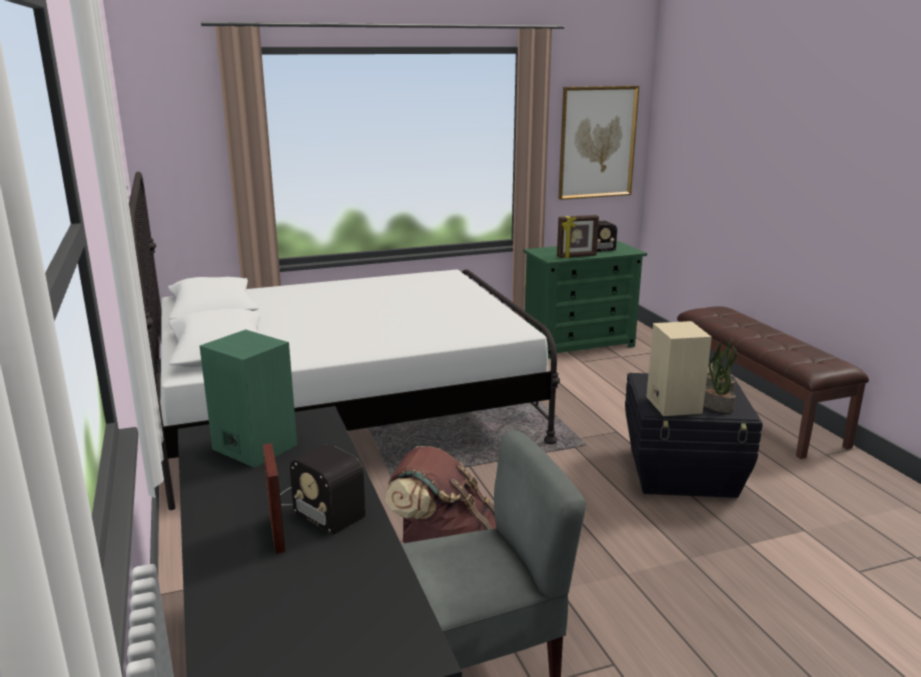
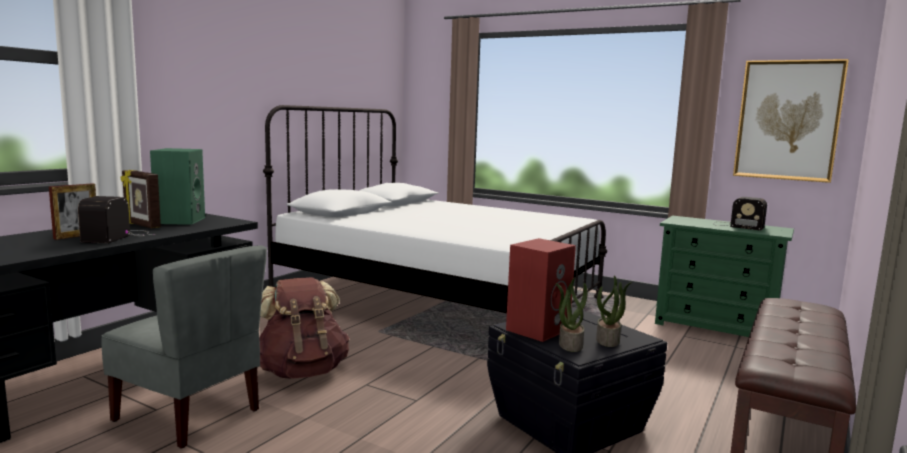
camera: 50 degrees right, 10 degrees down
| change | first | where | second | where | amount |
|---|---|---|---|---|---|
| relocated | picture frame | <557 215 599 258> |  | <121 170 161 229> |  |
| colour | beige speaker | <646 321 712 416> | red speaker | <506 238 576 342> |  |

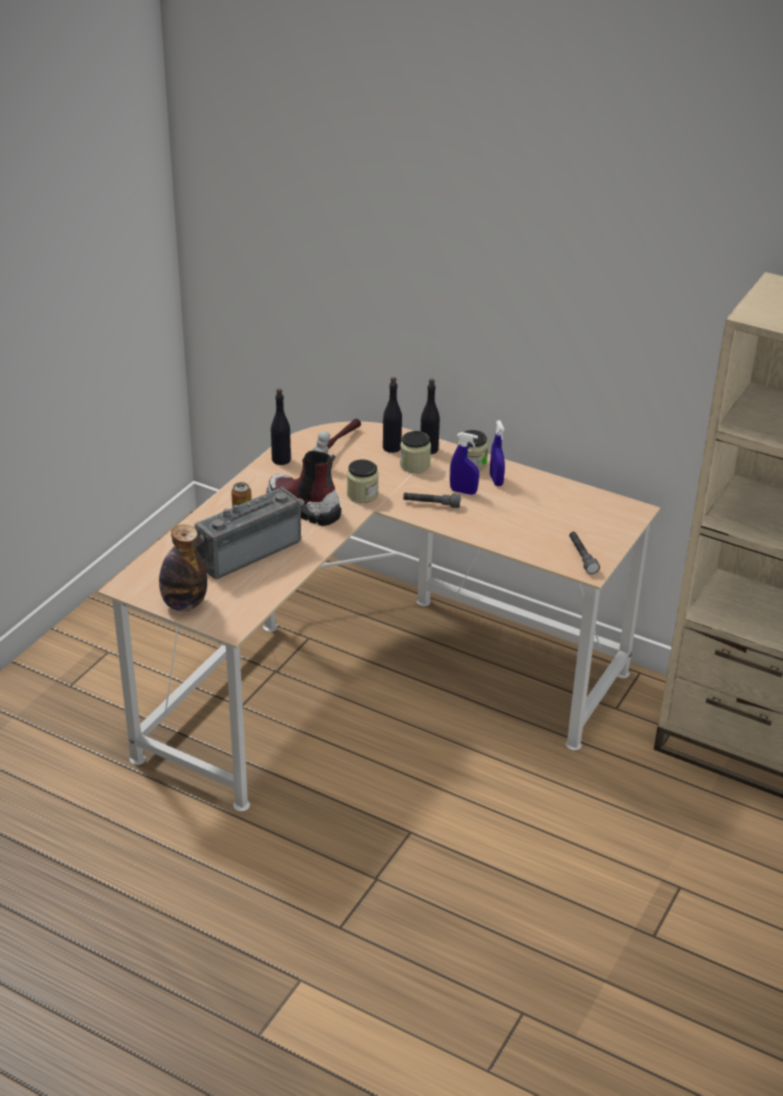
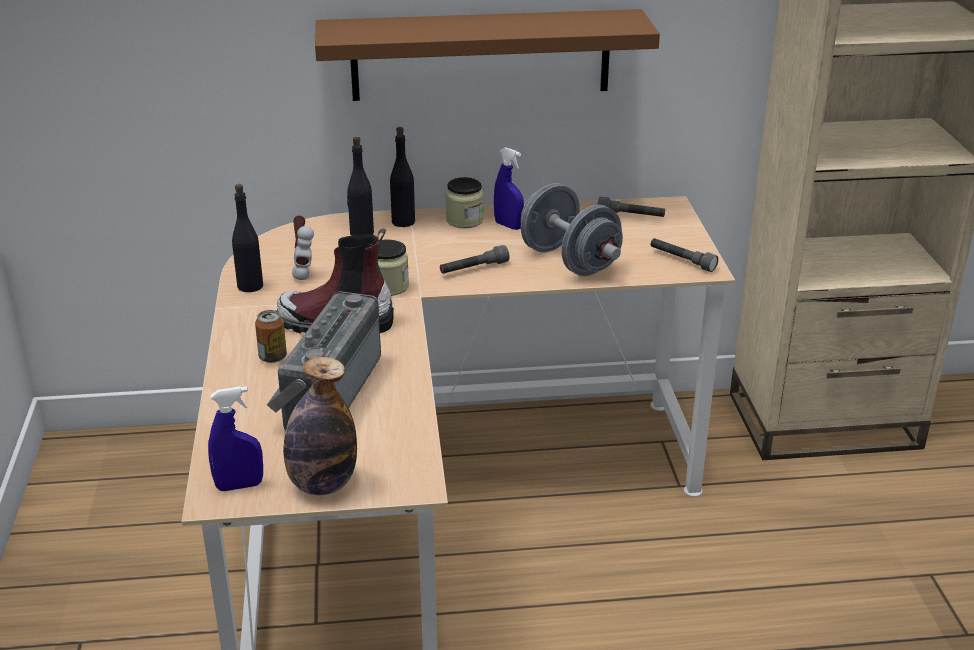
camera: 35 degrees left, 5 degrees down
| change | first | where | second | where | amount |
|---|---|---|---|---|---|
| missing | jar | <400 431 431 473> |  |  |  |
| relocated | blue spray bottle | <450 432 479 495> |  | <208 386 263 491> |  |
| appeared |  |  | brown shelf | <315 9 660 101> |  |
| appeared |  |  | grey dumbbell | <521 183 623 276> |  |
| appeared |  |  | grey flashlight | <597 197 665 217> |  |

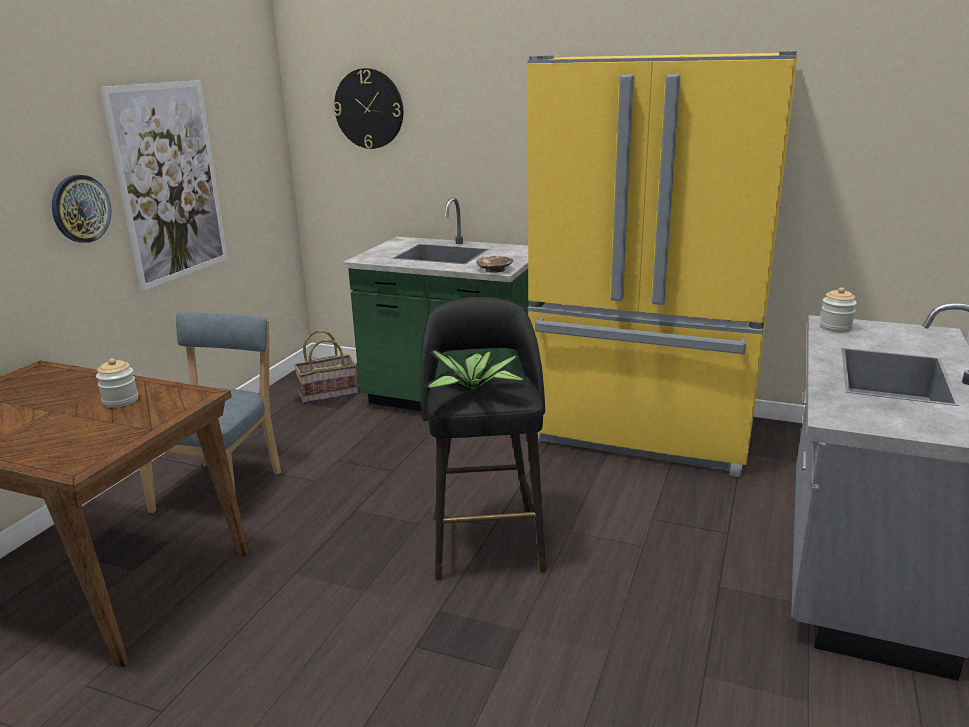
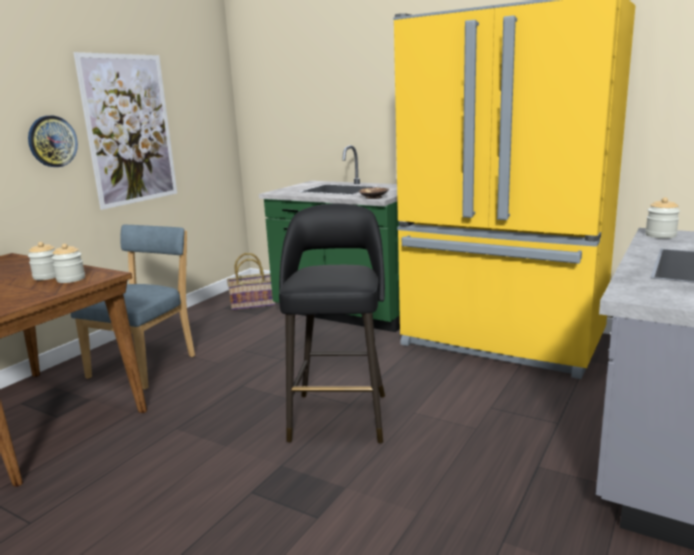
camera: 10 degrees right, 5 degrees down
| change | first | where | second | where | amount |
|---|---|---|---|---|---|
| missing | wall clock | <333 68 403 149> |  |  |  |
| missing | potted plant | <423 349 527 393> |  |  |  |
| appeared |  |  | jar | <52 244 85 283> |  |

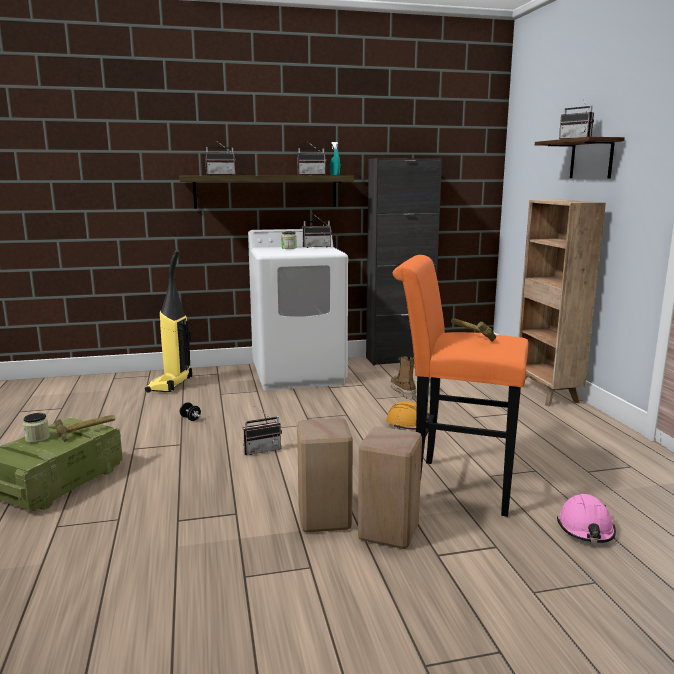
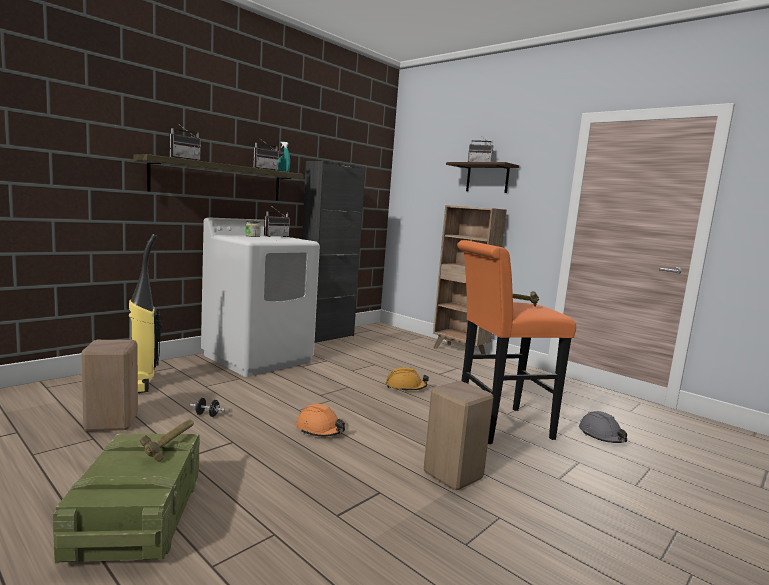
camera: 35 degrees left, 5 degrees down
| change | first | where | second | where | amount |
|---|---|---|---|---|---|
| missing | jar | <23 413 50 443> |  |  |  |
| exchanged | radio | <243 406 282 455> | orange hard hat | <296 404 345 437> |  |
| relocated | beige stool | <358 426 422 549> |  | <81 340 138 431> |  |
| missing | boot | <391 356 417 399> |  |  |  |
| colour | pink hard hat | <557 494 616 543> | grey hard hat | <579 411 627 443> |  |

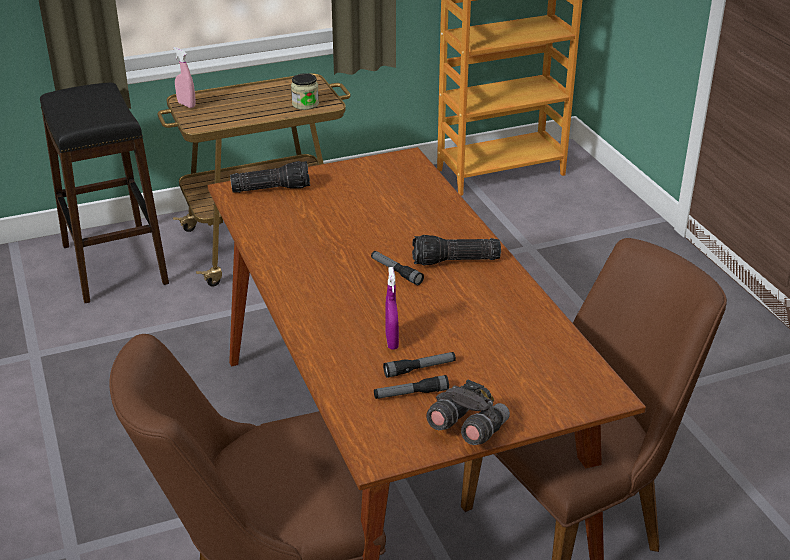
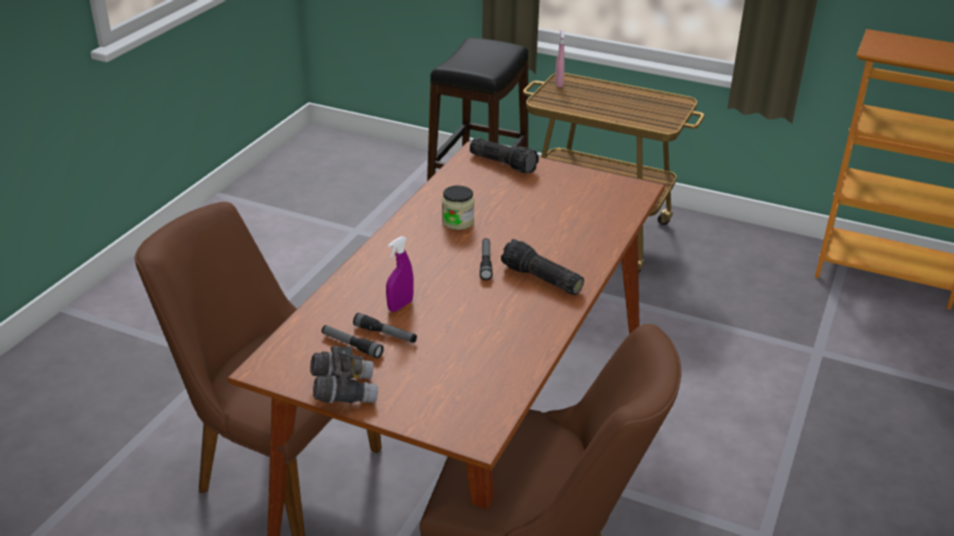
camera: 45 degrees right, 0 degrees up
| change | first | where | second | where | amount |
|---|---|---|---|---|---|
| relocated | jar | <291 73 319 110> |  | <442 186 474 230> |  |

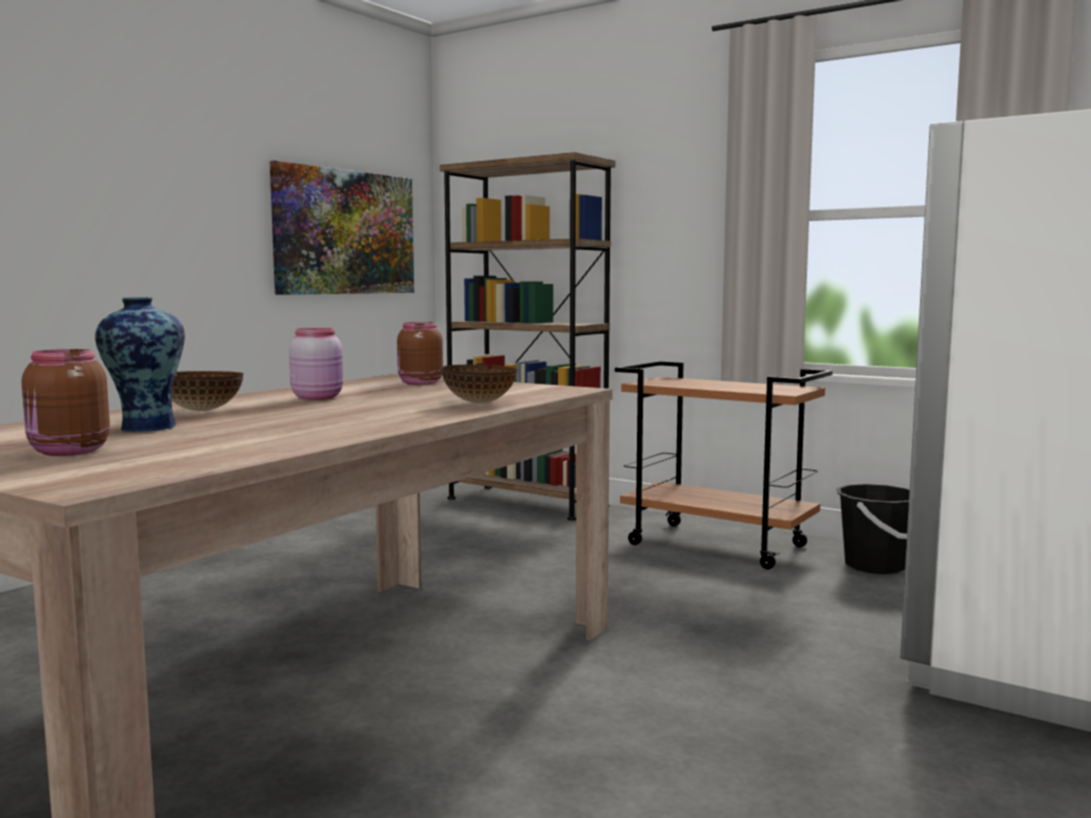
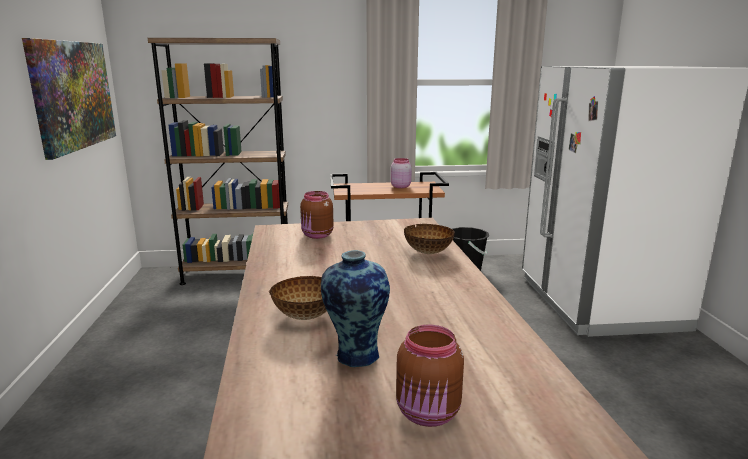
camera: 40 degrees left, 10 degrees up
| change | first | where | second | where | amount |
|---|---|---|---|---|---|
| relocated | pink jar | <289 328 343 400> |  | <391 158 412 188> |  |

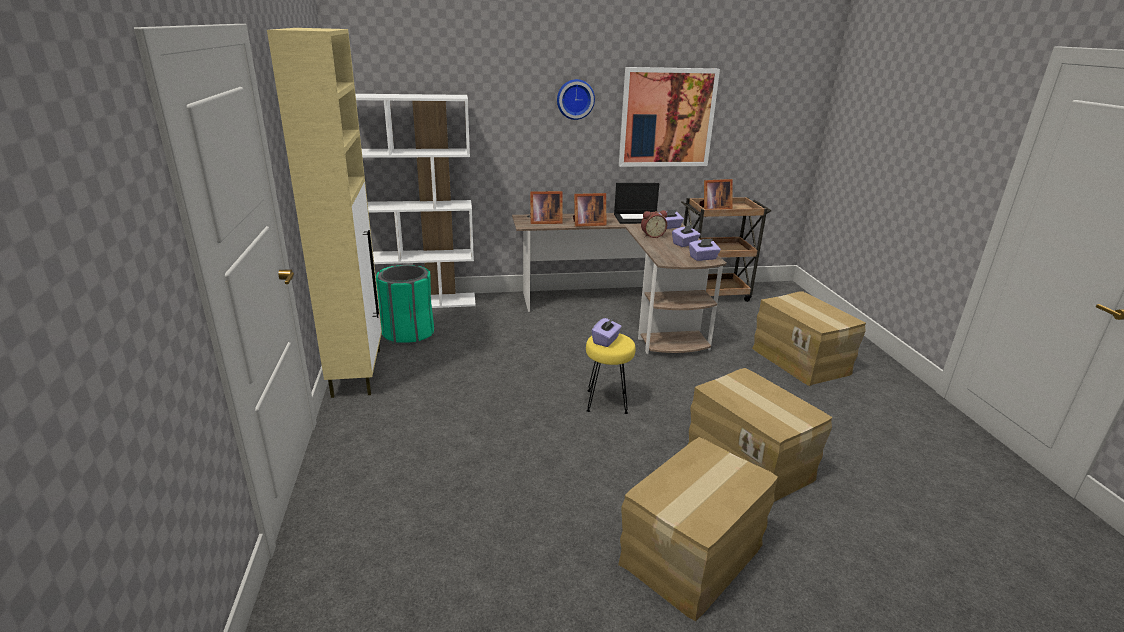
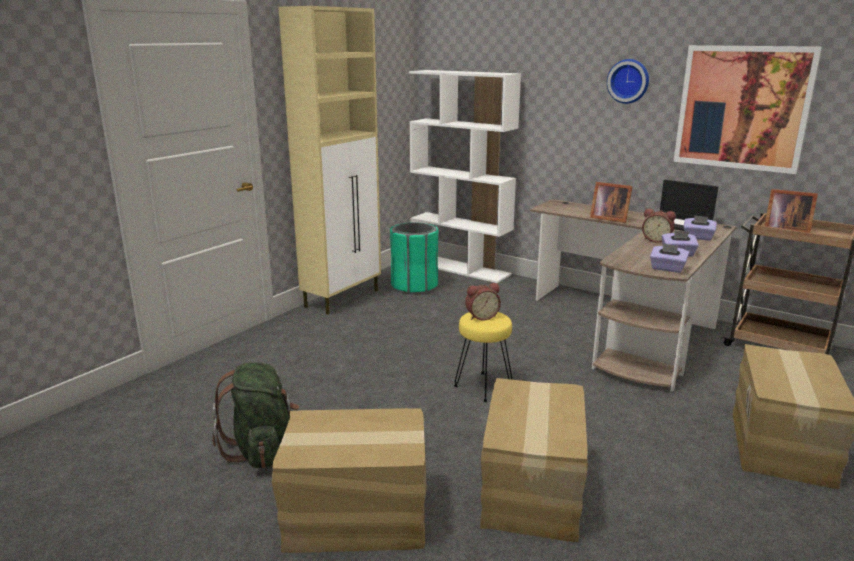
camera: 45 degrees right, 5 degrees down
| change | first | where | second | where | amount |
|---|---|---|---|---|---|
| missing | picture frame | <530 191 563 224> |  |  |  |
| exchanged | purple tissue box | <592 317 622 347> | alarm clock | <465 283 501 321> |  |
| appeared |  |  | green backpack | <212 362 299 468> |  |

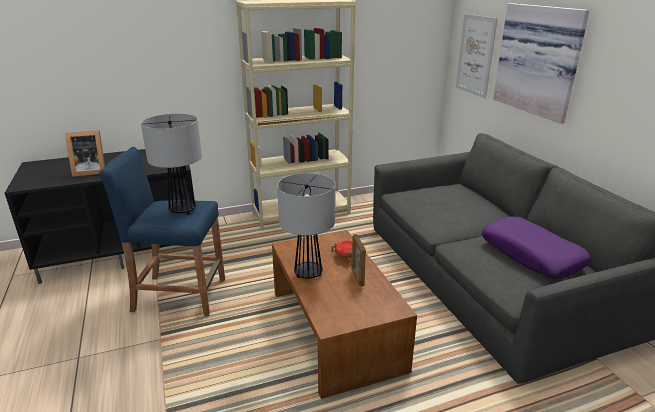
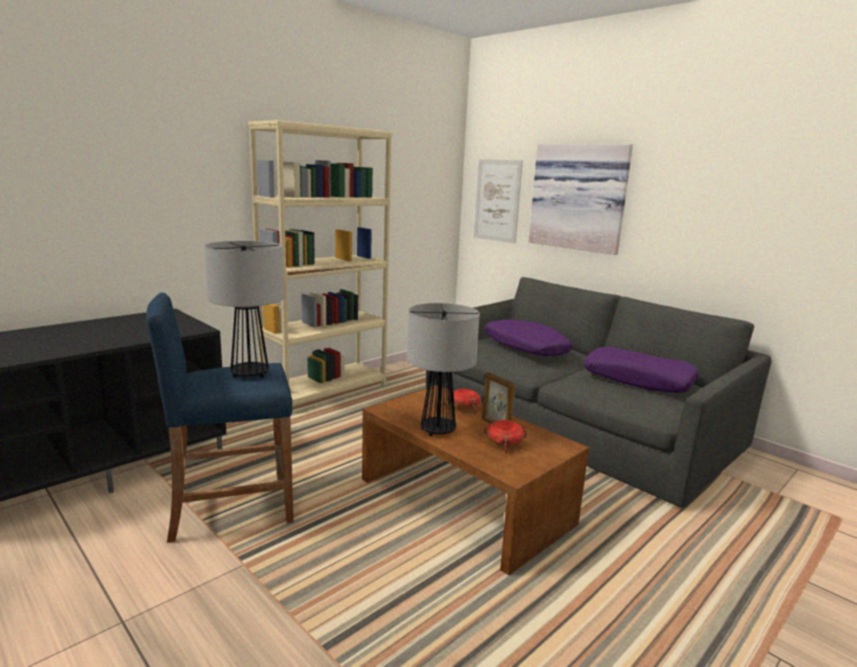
camera: 25 degrees left, 10 degrees down
| change | first | where | second | where | amount |
|---|---|---|---|---|---|
| missing | picture frame | <65 130 105 177> |  |  |  |
| appeared |  |  | red bowl | <484 420 527 455> |  |
| appeared |  |  | purple pillow | <485 320 572 356> |  |

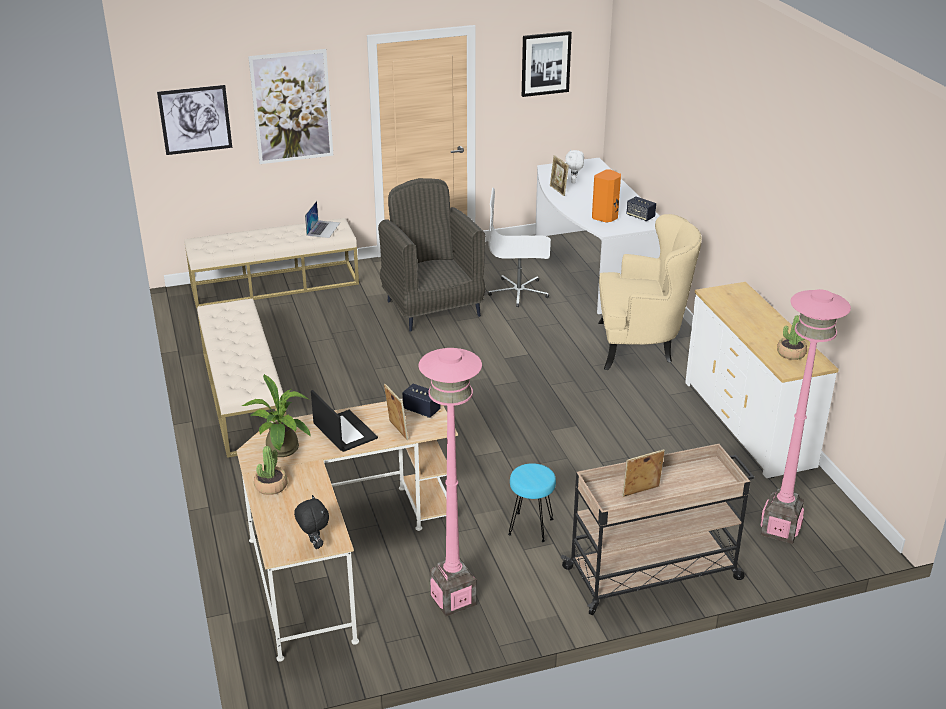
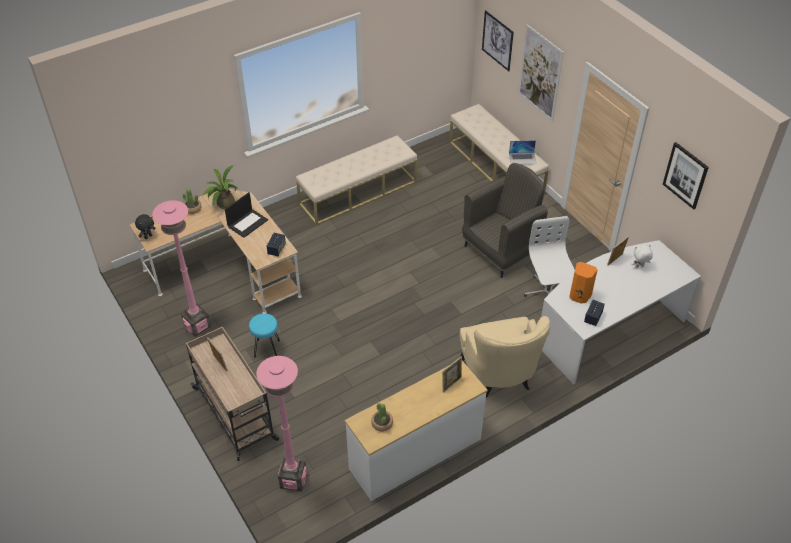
camera: 75 degrees right, 15 degrees up
| change | first | where | second | where | amount |
|---|---|---|---|---|---|
| relocated | picture frame | <384 384 408 440> |  | <442 357 462 393> |  |

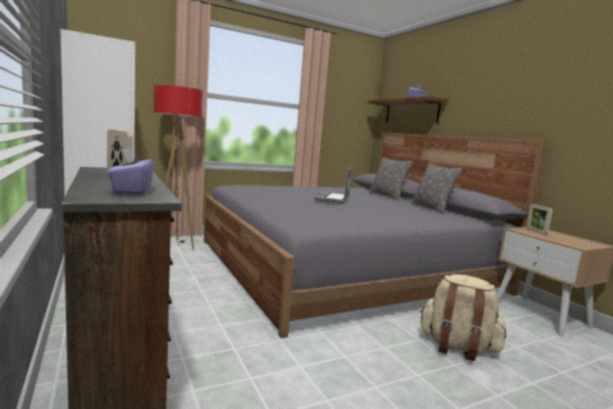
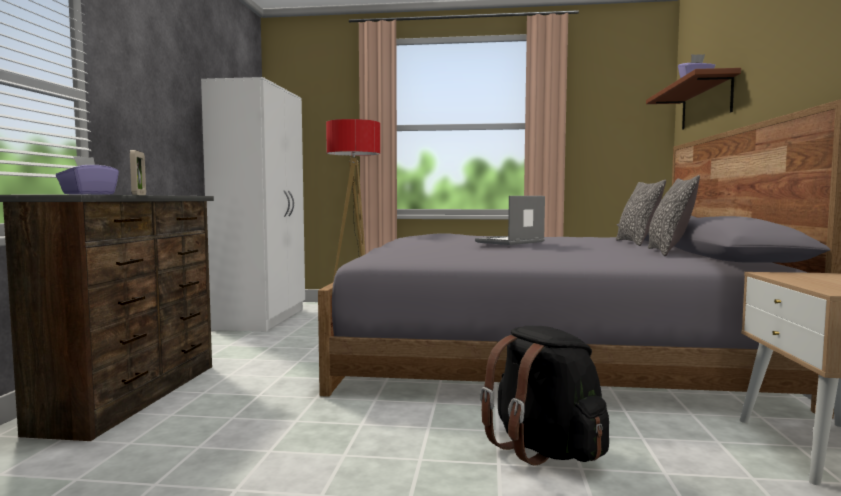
camera: 35 degrees right, 5 degrees down
| change | first | where | second | where | amount |
|---|---|---|---|---|---|
| colour | beige backpack | <420 274 506 361> | black backpack | <480 326 609 466> |  |
| missing | picture frame | <526 204 553 235> |  |  |  |

